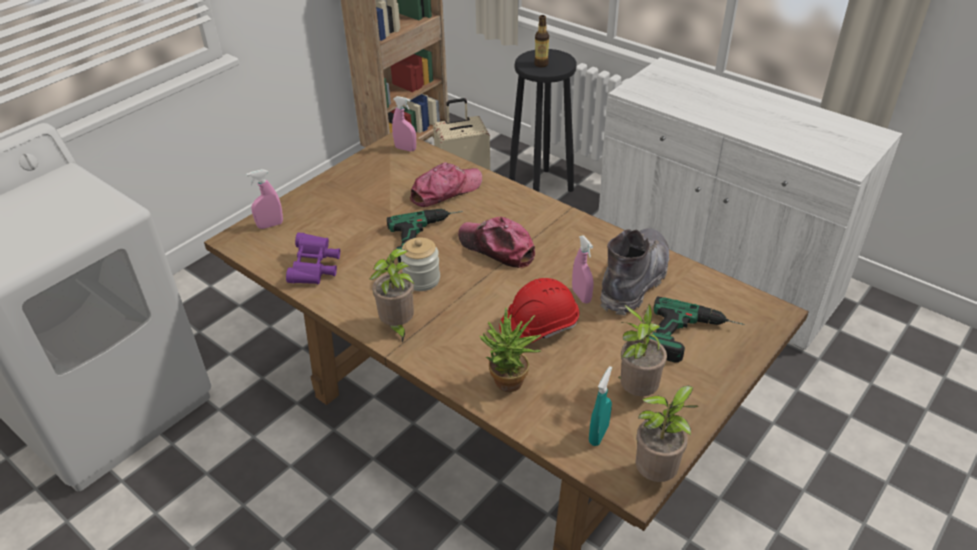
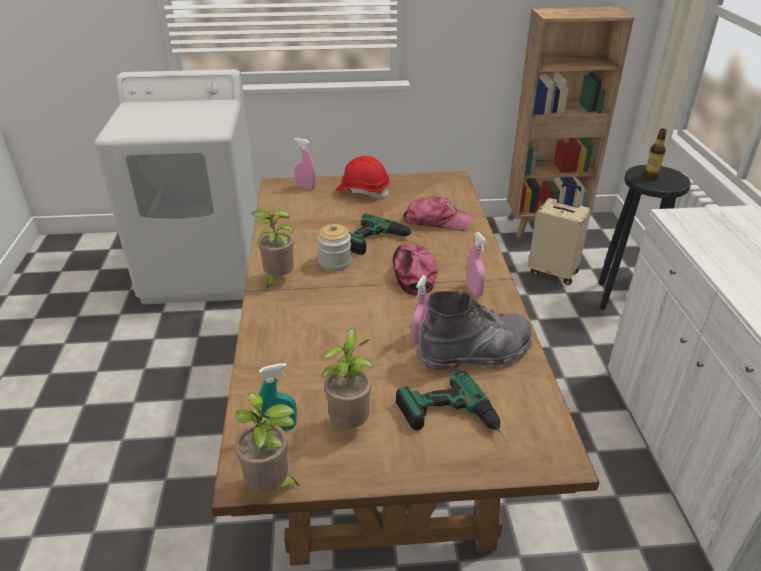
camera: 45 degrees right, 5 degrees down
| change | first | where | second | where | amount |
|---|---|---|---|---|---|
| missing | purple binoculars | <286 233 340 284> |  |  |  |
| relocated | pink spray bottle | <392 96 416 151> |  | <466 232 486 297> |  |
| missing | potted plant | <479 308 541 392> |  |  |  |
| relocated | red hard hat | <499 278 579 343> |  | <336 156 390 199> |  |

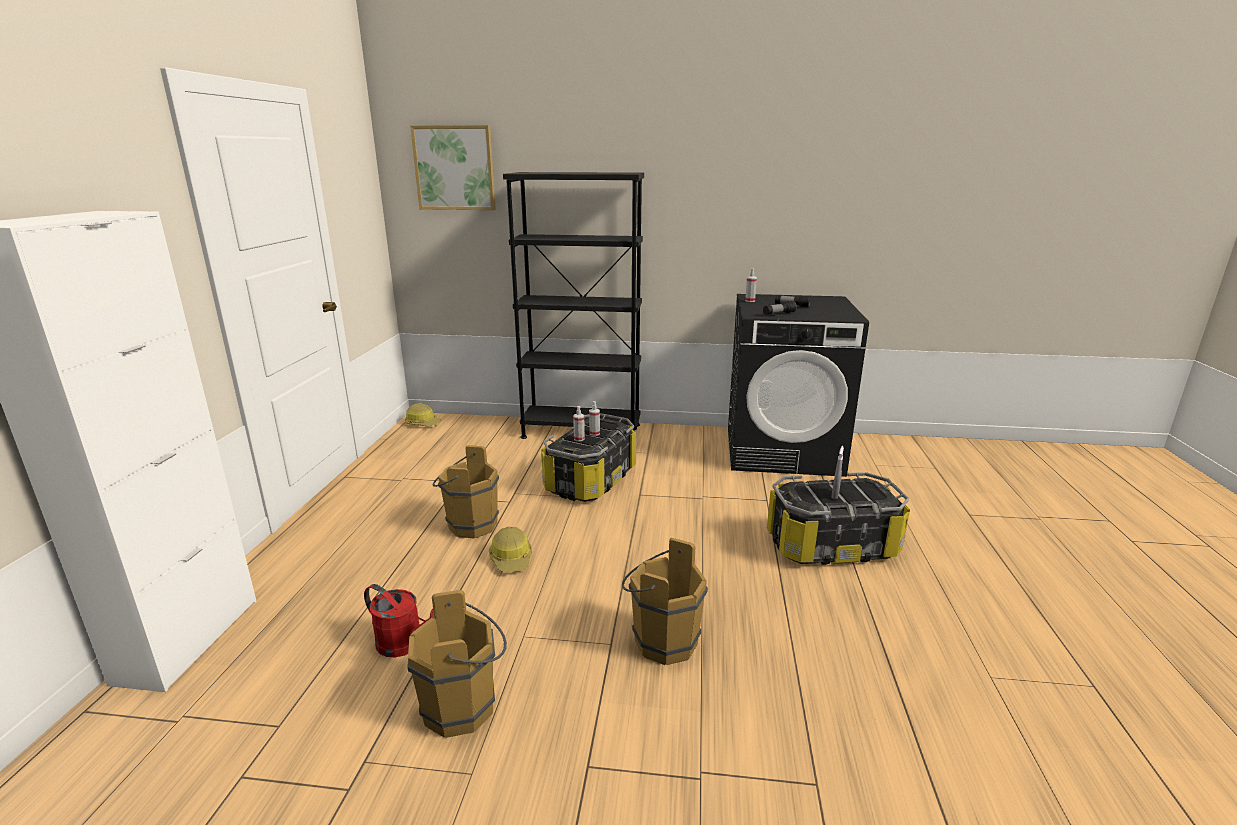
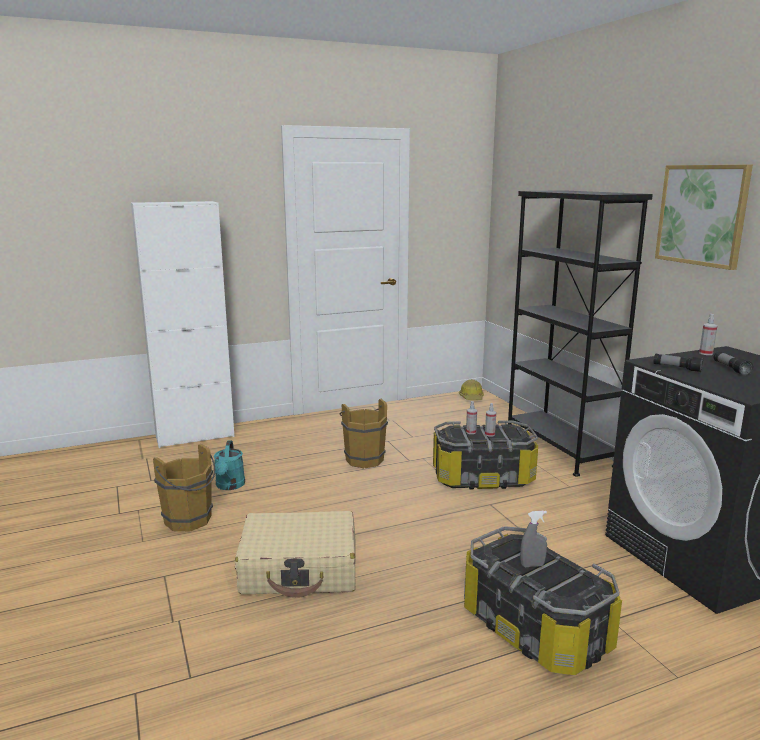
camera: 60 degrees right, 5 degrees down
| change | first | where | second | where | amount |
|---|---|---|---|---|---|
| colour | red watering can | <364 584 434 657> | turquoise watering can | <214 440 245 490> |  |
| relocated | picture | <410 125 496 210> |  | <655 165 753 270> |  |
| missing | hard hat | <489 527 532 572> |  |  |  |
| exchanged | brown bucket | <622 538 708 665> | beige suitcase | <235 511 356 598> |  |

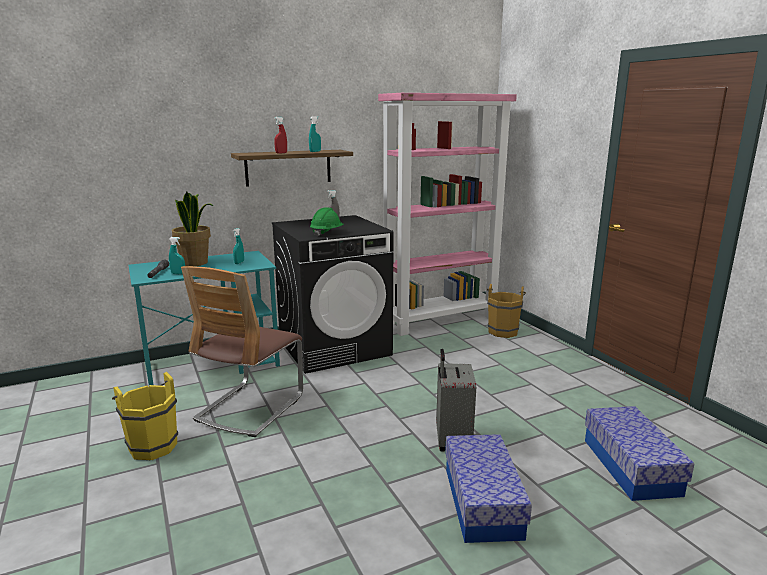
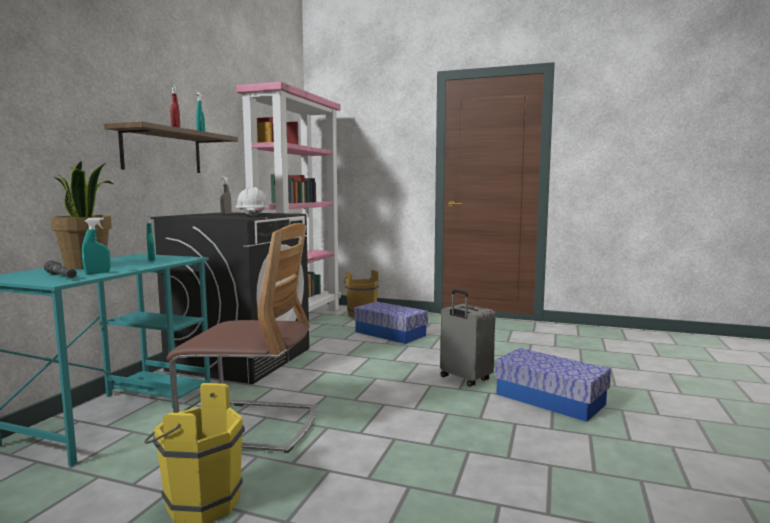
camera: 45 degrees left, 10 degrees down
| change | first | where | second | where | amount |
|---|---|---|---|---|---|
| spun | chair | <181 266 303 437> |  | <167 223 317 453> | 60 degrees counterclockwise |
| colour | green hard hat | <310 207 344 237> | white hard hat | <236 187 269 217> |  |
| relocated | storage box | <585 406 695 501> |  | <354 302 428 344> |  |

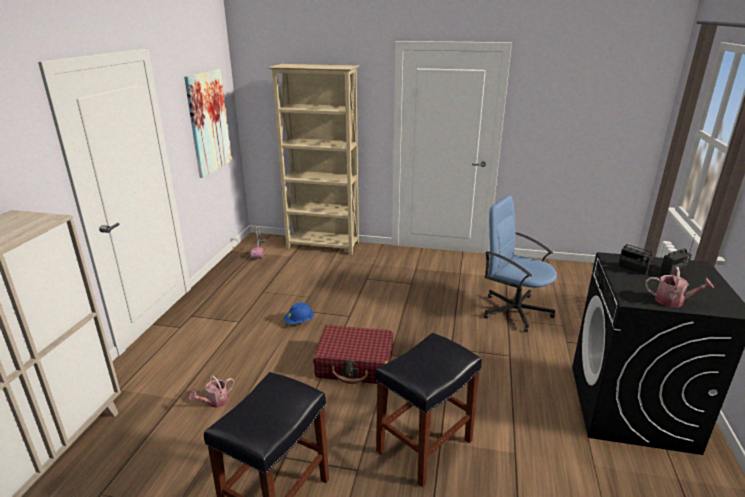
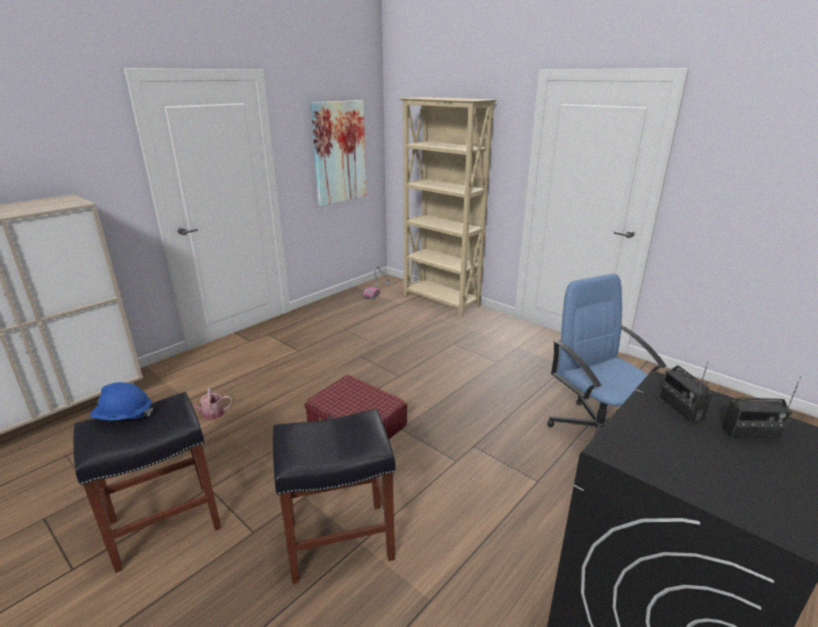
camera: 30 degrees right, 0 degrees up
| change | first | where | second | where | amount |
|---|---|---|---|---|---|
| relocated | blue hard hat | <284 302 314 324> |  | <90 382 153 420> |  |
| missing | watering can | <645 267 714 307> |  |  |  |

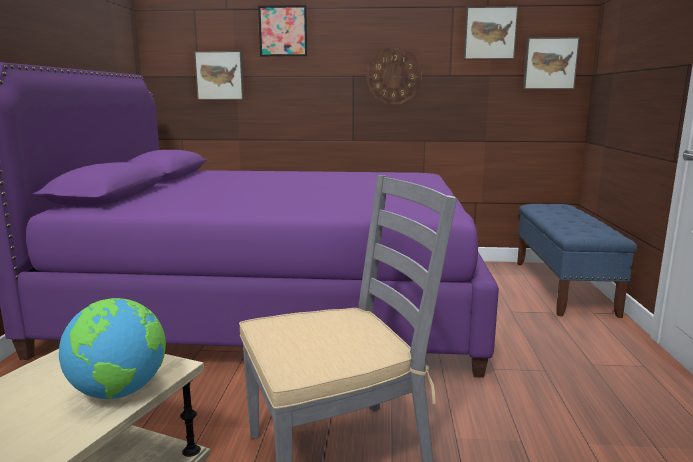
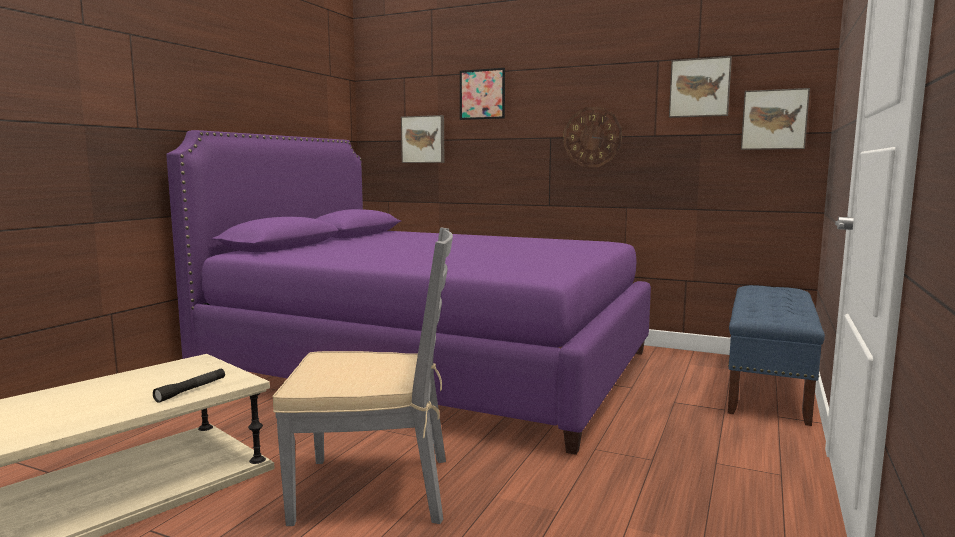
camera: 20 degrees right, 5 degrees down
| change | first | where | second | where | amount |
|---|---|---|---|---|---|
| exchanged | globe | <59 298 166 399> | black flashlight | <153 369 225 403> |  |

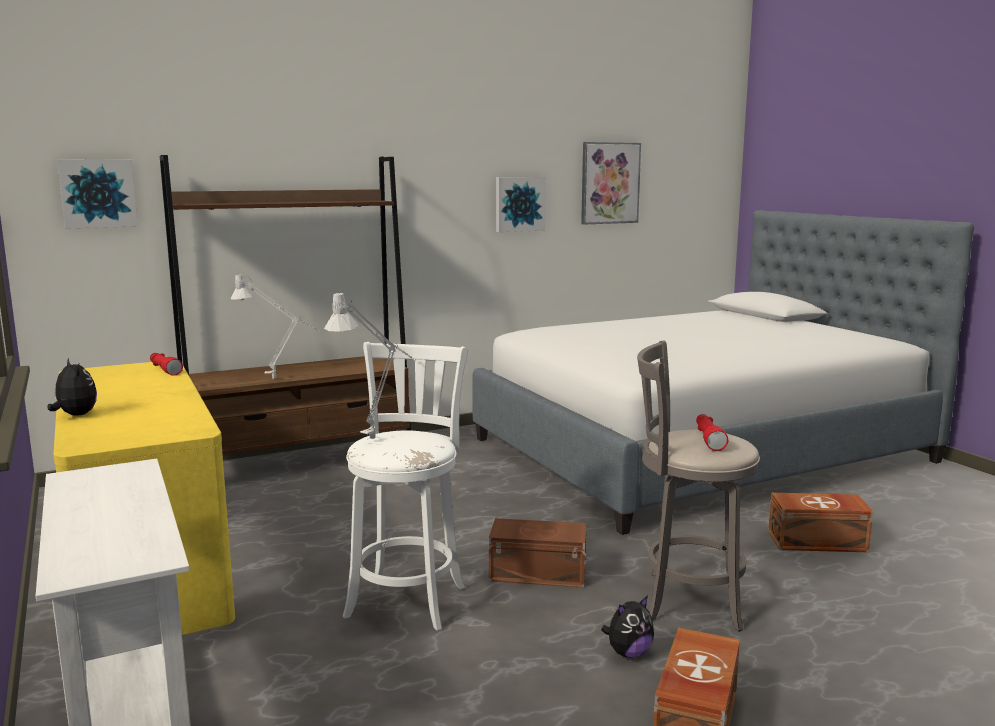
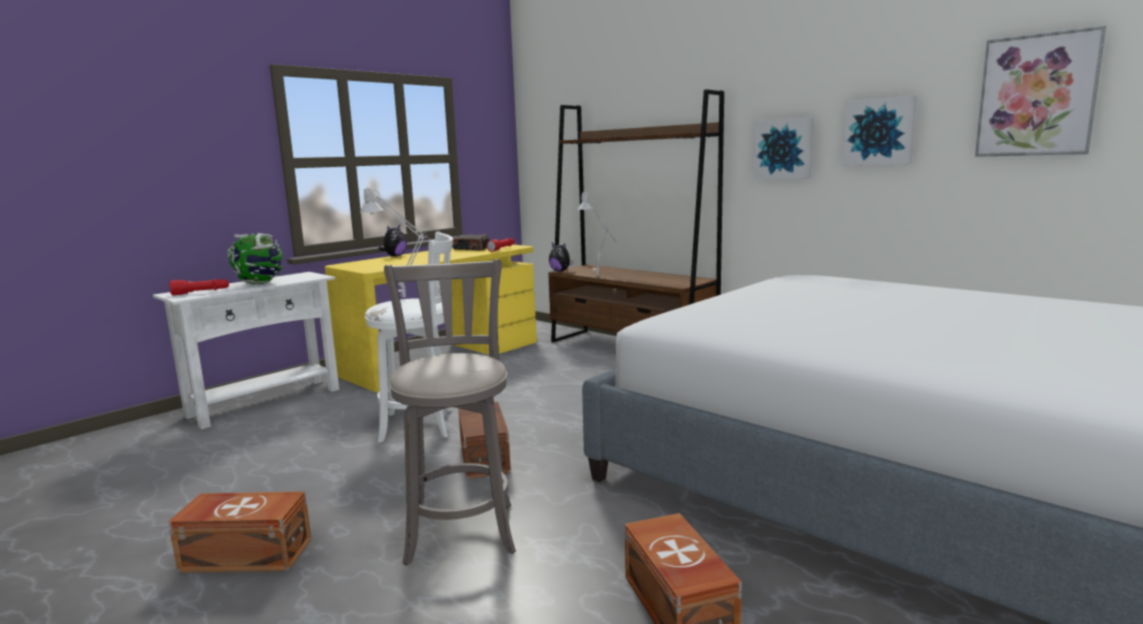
camera: 70 degrees right, 0 degrees up
| change | first | where | second | where | amount |
|---|---|---|---|---|---|
| relocated | picture | <57 159 138 229> |  | <754 117 814 179> |  |
| relocated | plush toy | <601 596 654 658> |  | <549 243 574 272> |  |
| relocated | red flashlight | <696 414 728 451> |  | <169 279 229 295> |  |
| appeared |  |  | globe | <227 233 283 285> |  |
| appeared |  |  | black book | <452 234 490 251> |  |

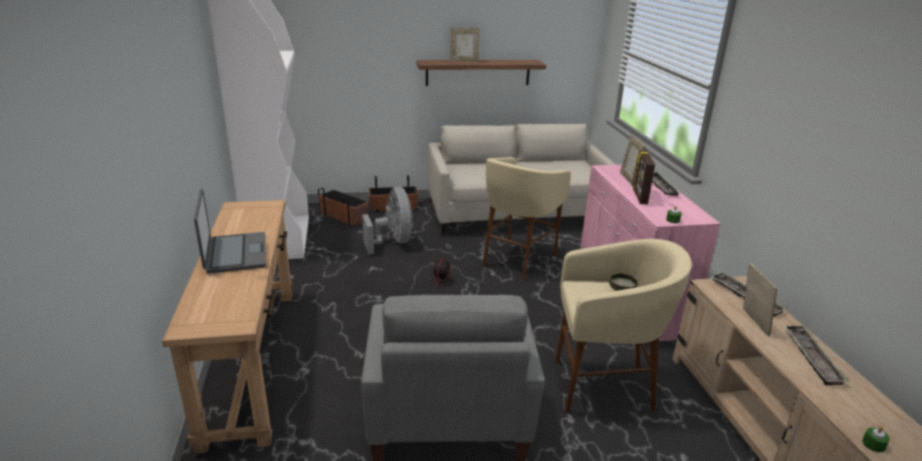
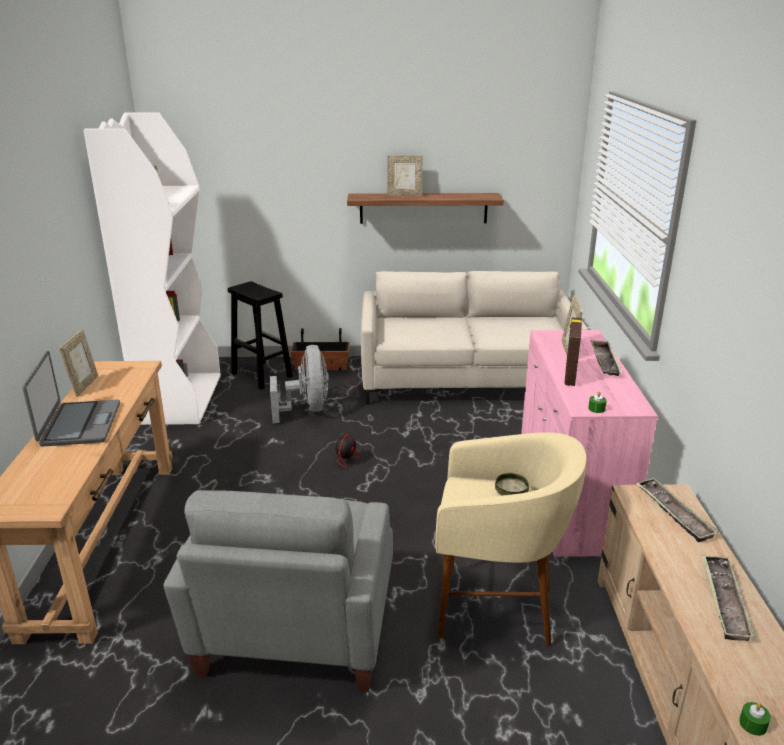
camera: 10 degrees right, 0 degrees up
| change | first | where | second | where | amount |
|---|---|---|---|---|---|
| exchanged | planter | <318 188 369 226> | black stool | <228 281 293 390> |  |
| missing | beige stool | <482 157 571 280> |  |  |  |
| relocated | picture frame | <743 263 778 336> |  | <59 330 98 397> |  |

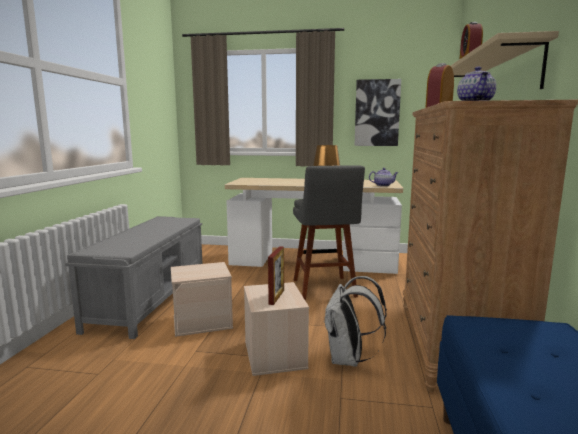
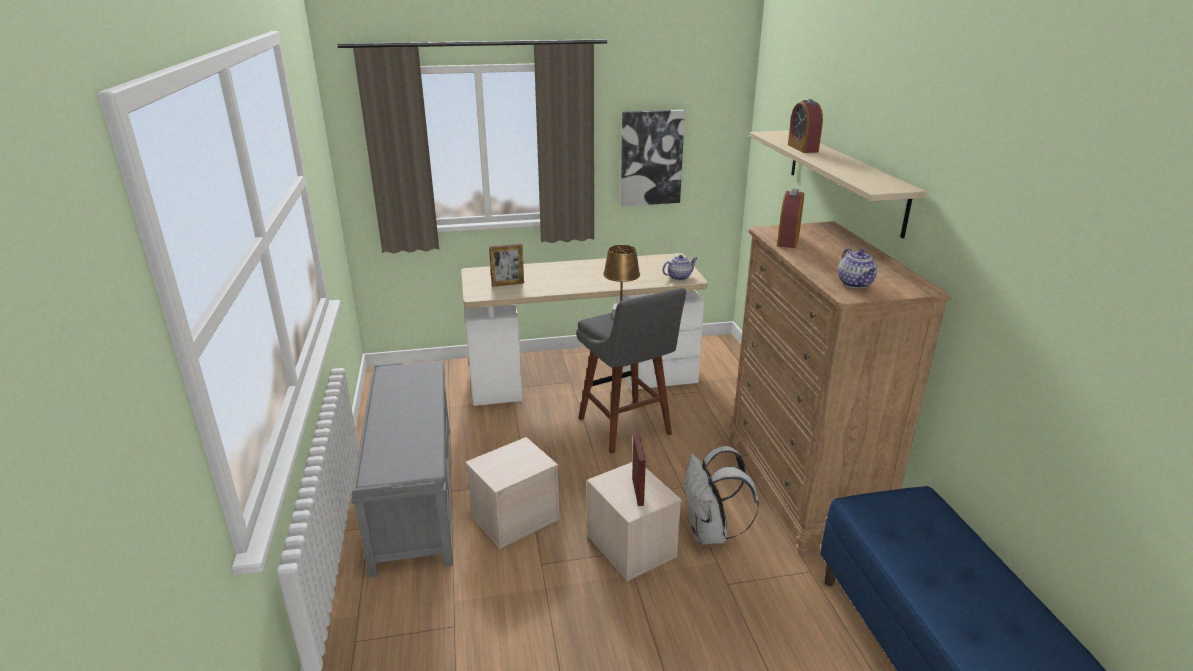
camera: 20 degrees left, 15 degrees up
| change | first | where | second | where | amount |
|---|---|---|---|---|---|
| appeared |  |  | picture frame | <489 244 524 287> |  |

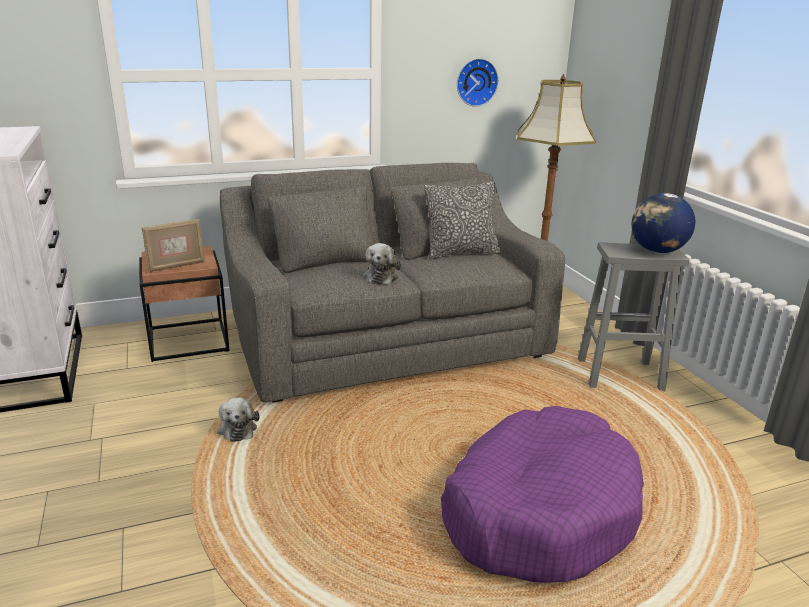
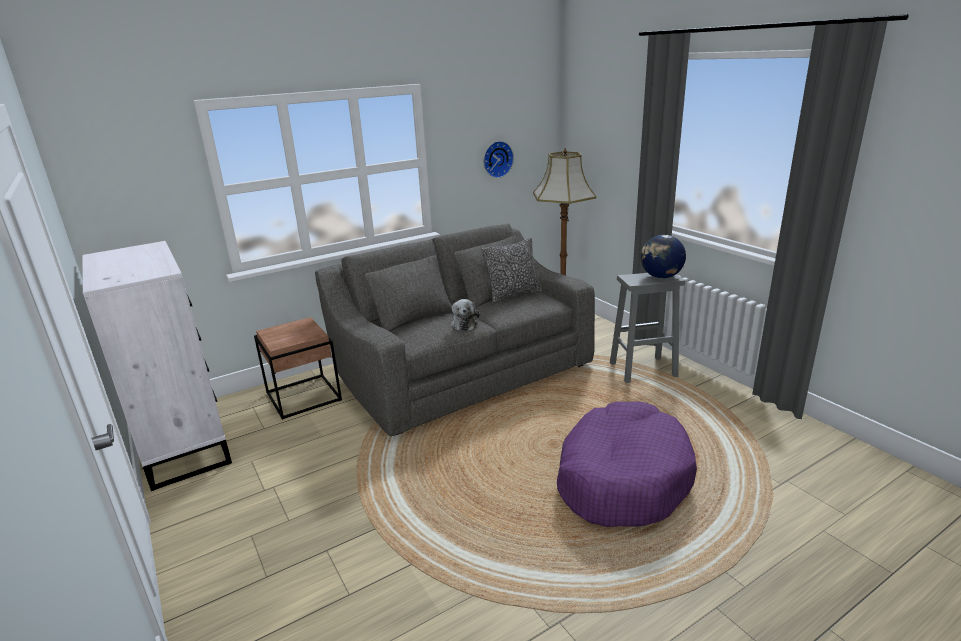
camera: 10 degrees left, 0 degrees up
| change | first | where | second | where | amount |
|---|---|---|---|---|---|
| missing | picture frame | <142 219 205 273> |  |  |  |
| missing | plush toy | <217 398 259 442> |  |  |  |

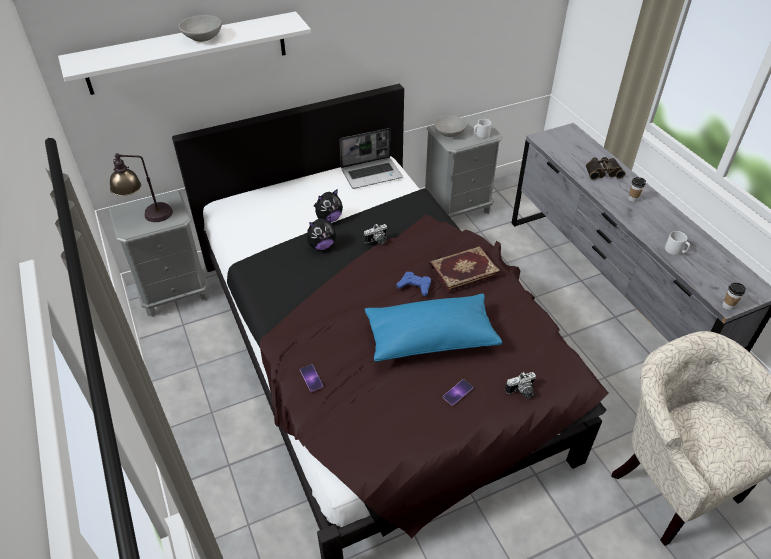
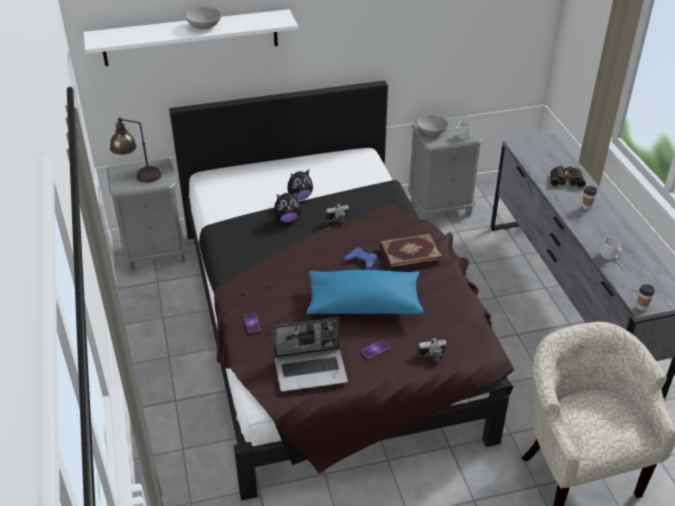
camera: 10 degrees right, 5 degrees down
| change | first | where | second | where | amount |
|---|---|---|---|---|---|
| relocated | laptop | <340 128 402 189> |  | <272 317 348 392> |  |

